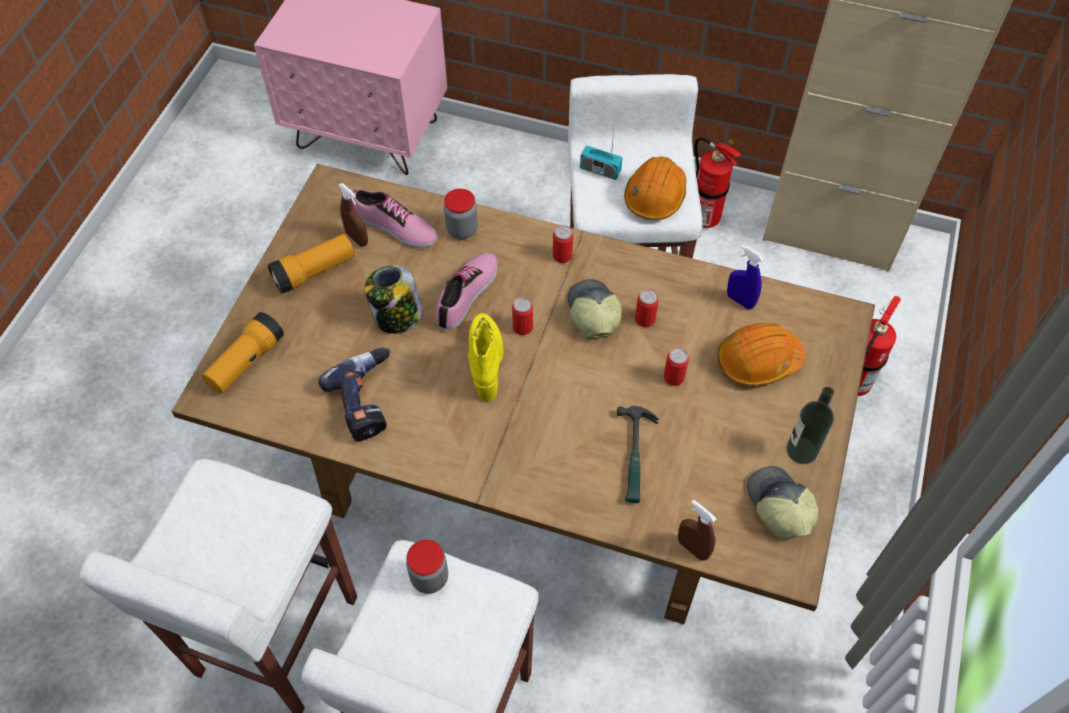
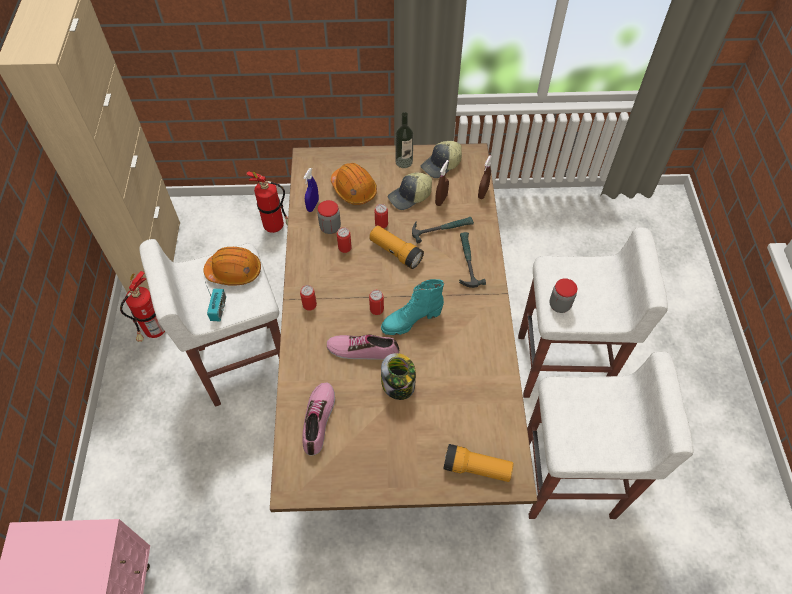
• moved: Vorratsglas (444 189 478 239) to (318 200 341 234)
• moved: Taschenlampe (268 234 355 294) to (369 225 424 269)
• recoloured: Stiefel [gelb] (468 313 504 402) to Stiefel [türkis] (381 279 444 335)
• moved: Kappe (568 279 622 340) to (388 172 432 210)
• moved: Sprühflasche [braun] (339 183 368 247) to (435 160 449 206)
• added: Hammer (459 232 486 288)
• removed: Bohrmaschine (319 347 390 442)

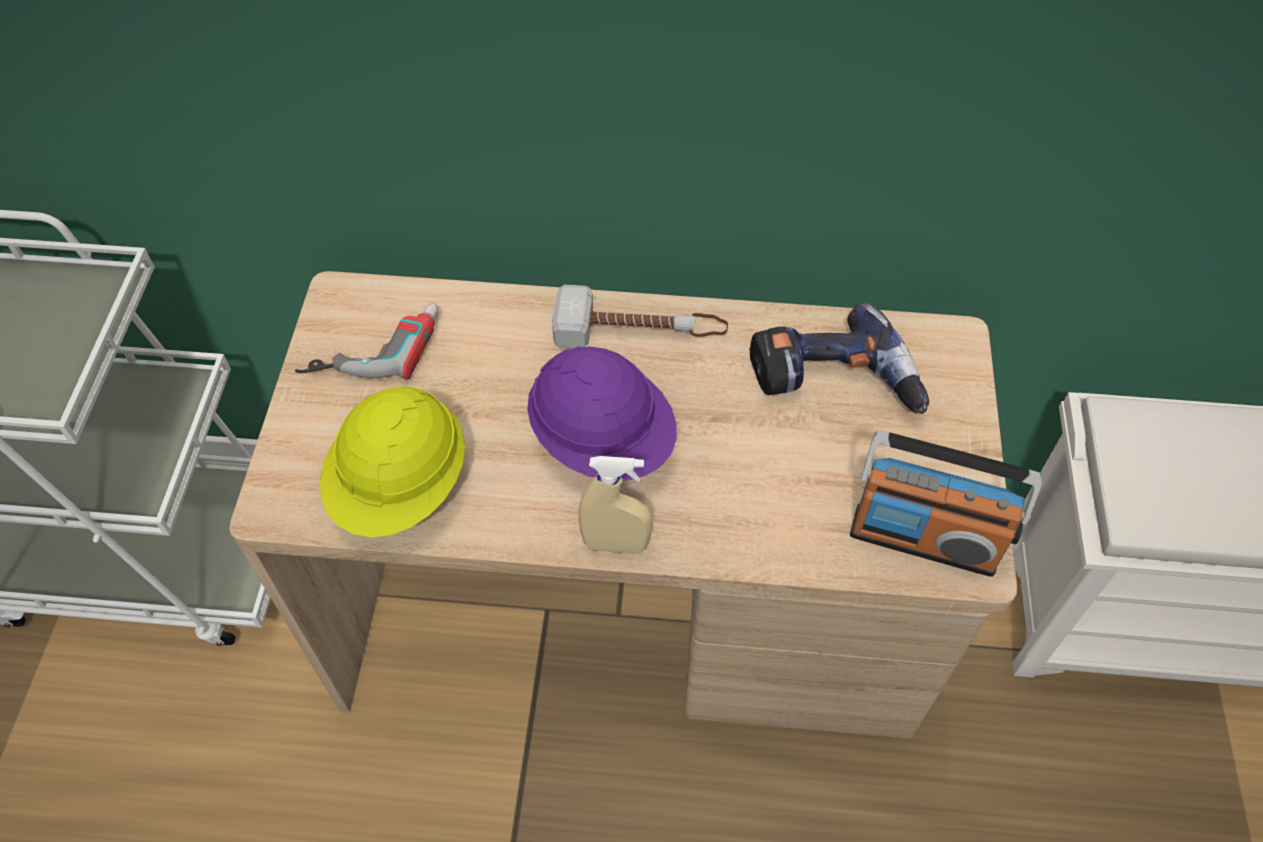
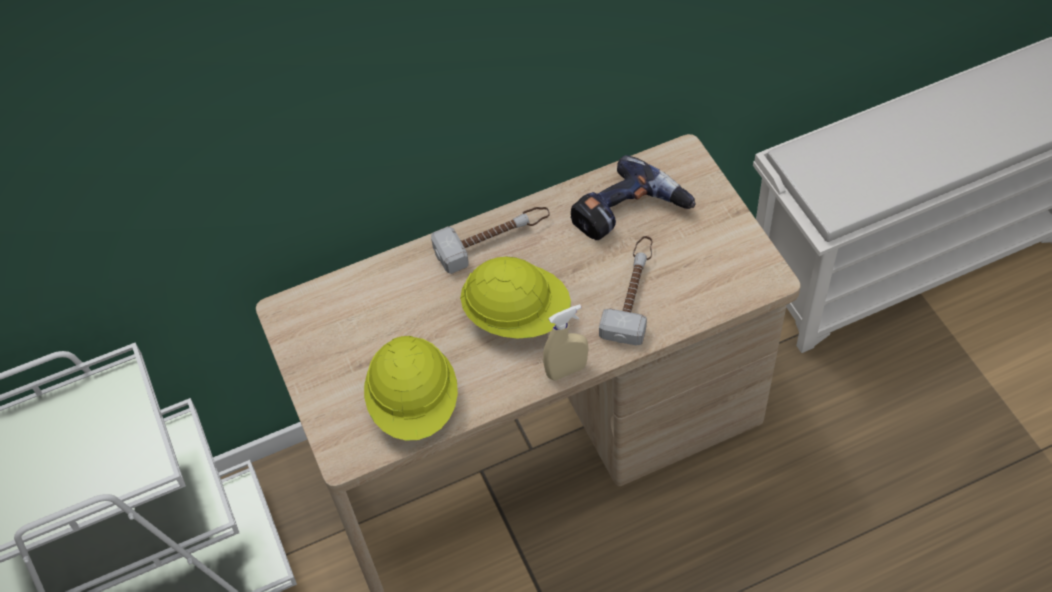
• recoloured: Schutzhelm [lila] (527 346 677 481) to Schutzhelm [gelb] (460 257 571 339)
• added: Hammer (599 236 653 346)
• removed: Bohrmaschine (295 303 438 380)
• removed: Radio (850 430 1042 577)

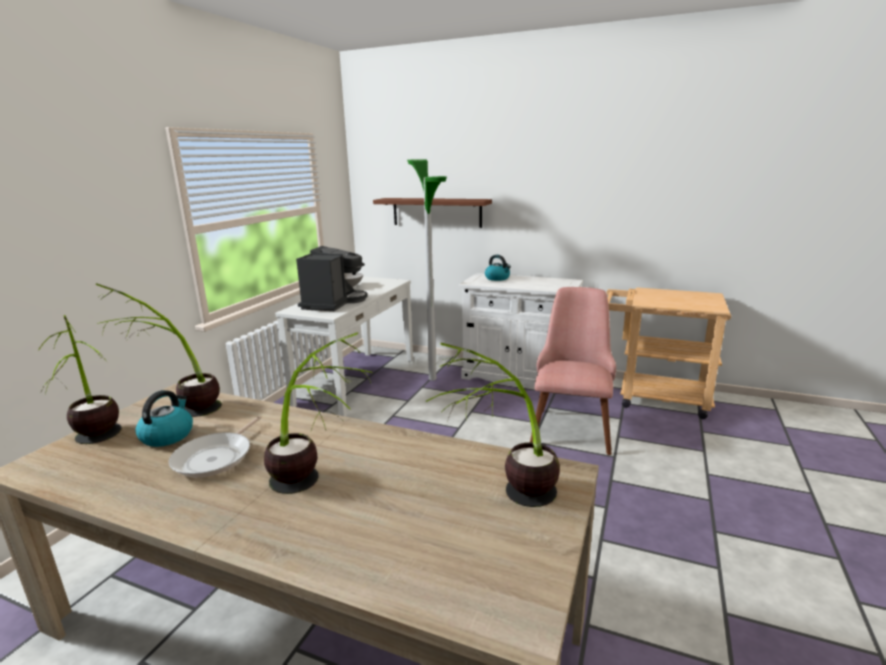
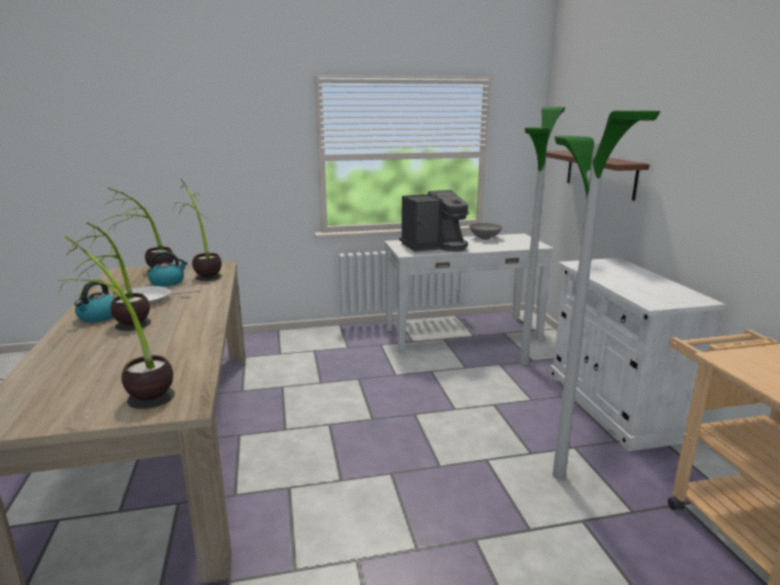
• moved: Wasserkessel (485 255 511 281) to (74 280 115 322)
• replaced: Stuhl [rosa] (530 287 616 455) to Stehlampe (552 110 660 480)

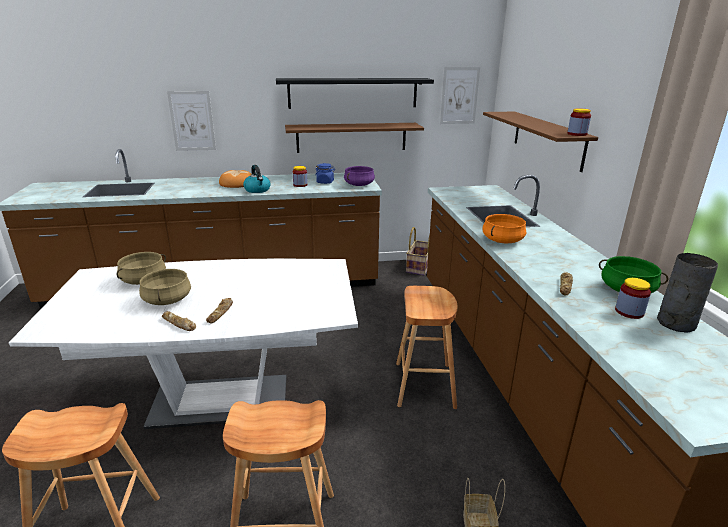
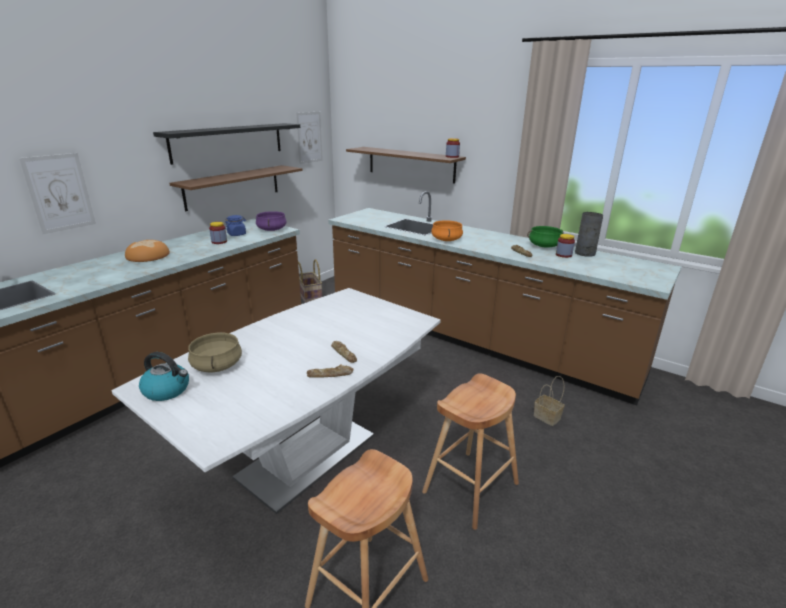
• moved: Wasserkessel (243 165 271 193) to (139 352 189 401)
• removed: Kochtopf [beige] (139 269 191 305)
• removed: Hocker [braun] (396 286 457 409)

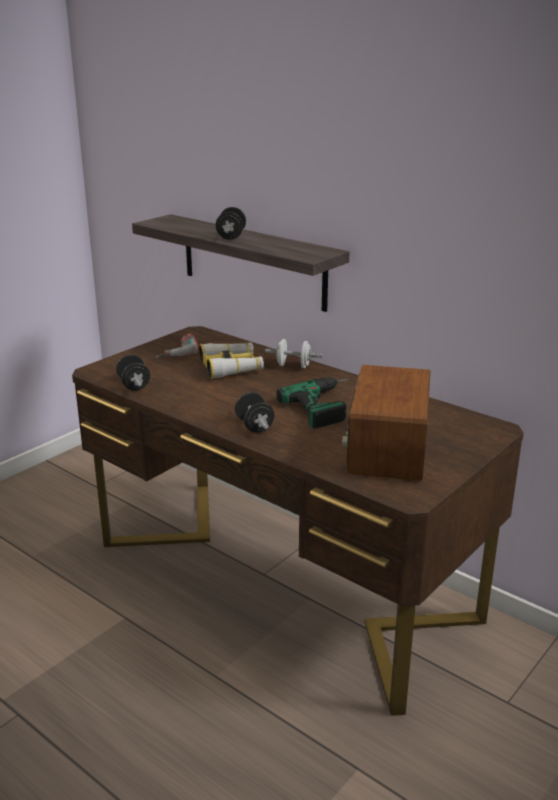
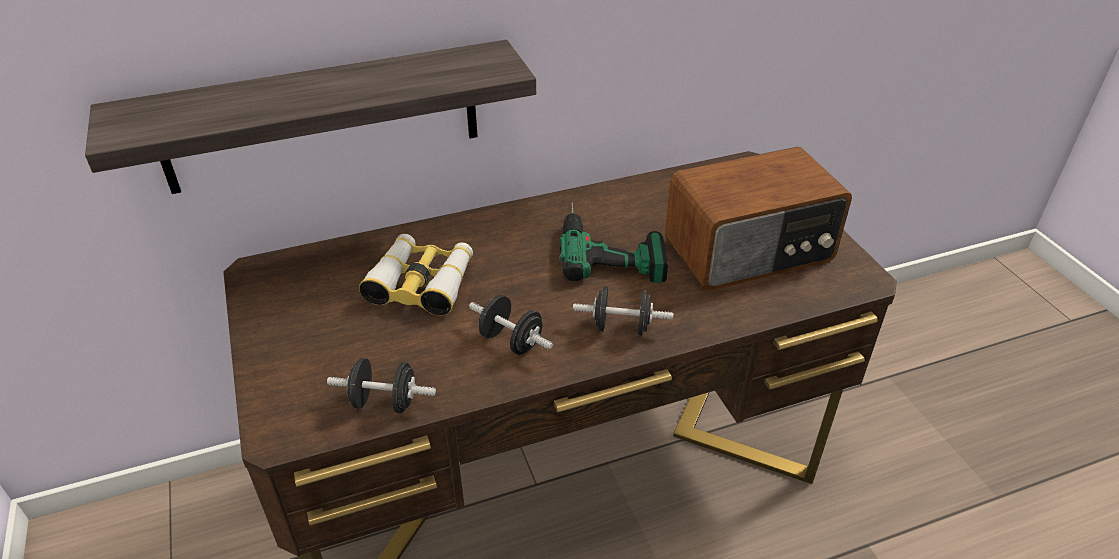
• moved: Hantel [schwarz] (216 207 246 240) to (469 295 553 355)
• turned: Radio (342 365 431 481) = (665 147 852 291) 60 degrees counterclockwise
• removed: Bohrmaschine (152 334 199 359)
• removed: Hantel [weiß] (265 339 323 368)

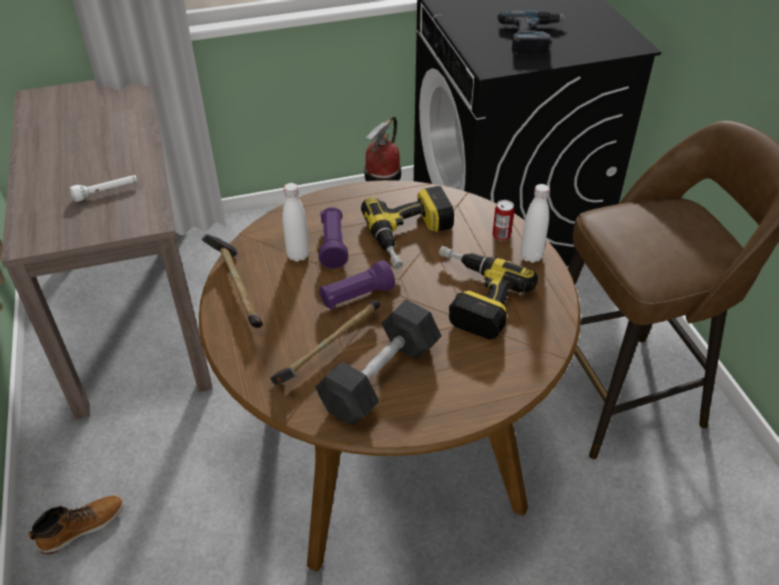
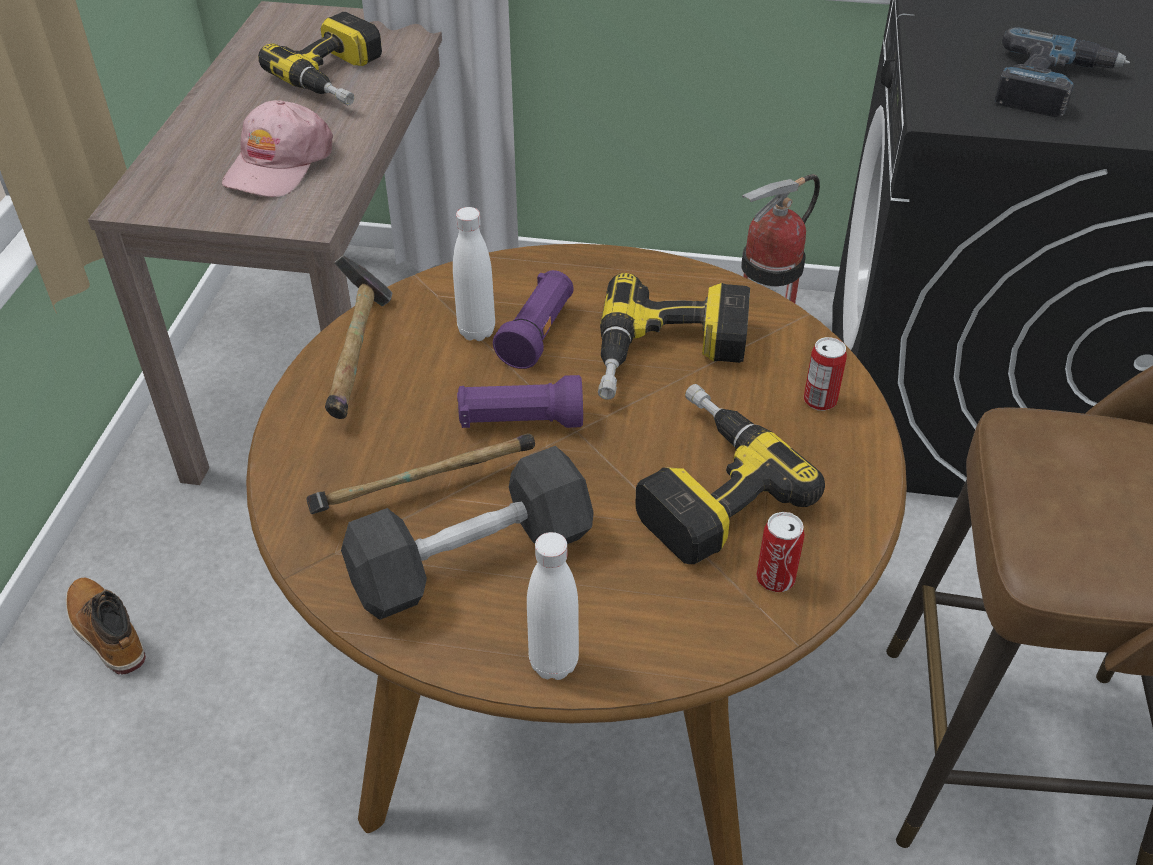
• turned: Stiefel (28 495 124 555) = (66 577 146 674) 120 degrees counterclockwise
• replaced: Taschenlampe [weiß] (70 175 137 202) to Kappe [rosa] (222 100 333 197)
• added: Bohrmaschine (258 12 382 105)
• moved: Flasche [weiß] (521 184 549 263) to (527 532 579 680)
• added: Dose (756 512 805 592)

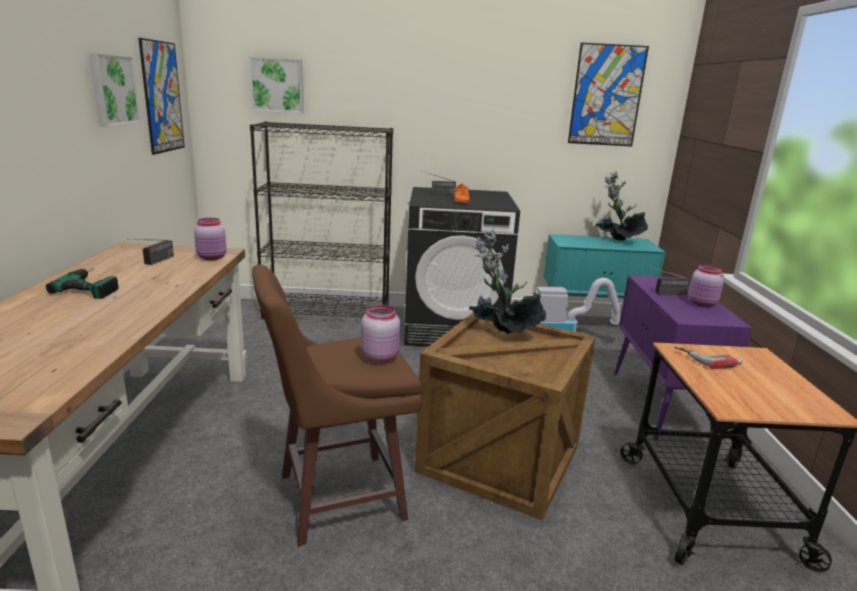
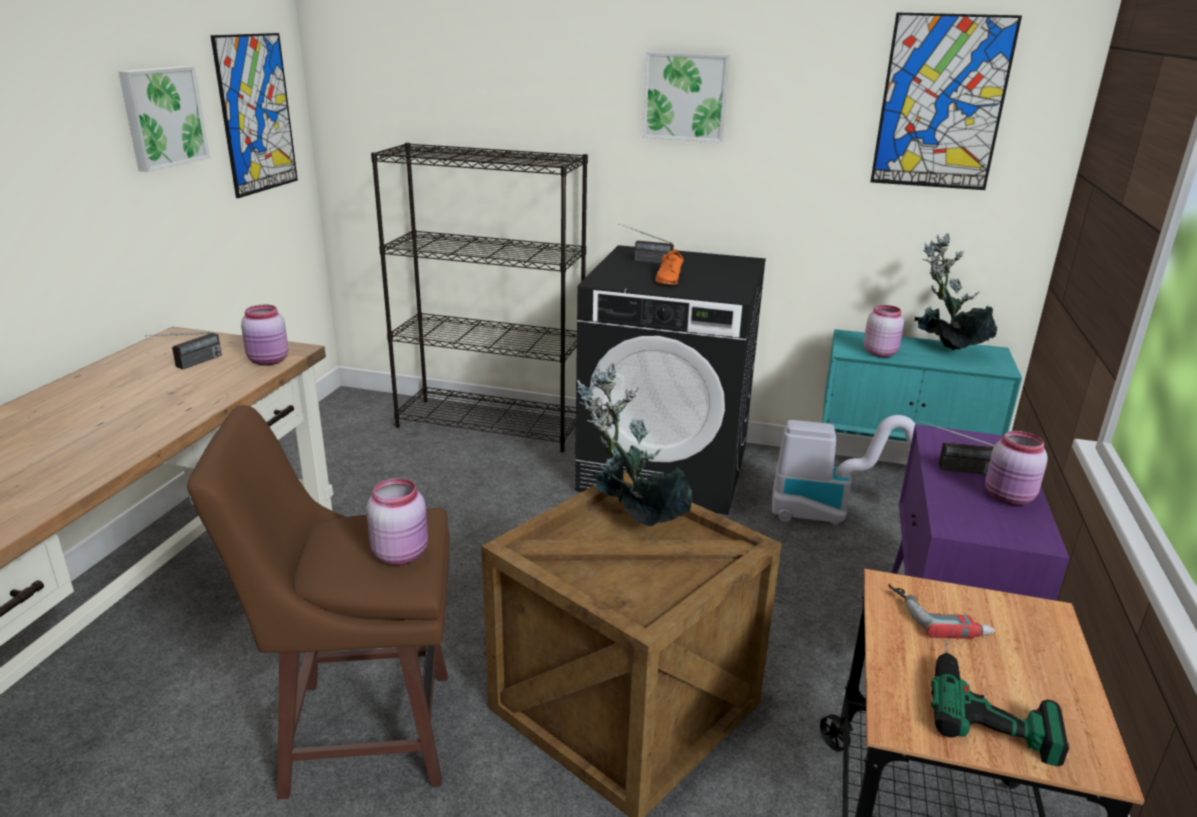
• moved: Bild (249 57 304 114) to (643 52 730 142)
• added: Vorratsglas [rosa] (864 305 904 357)
• moved: Bohrmaschine (46 268 119 299) to (931 640 1069 766)

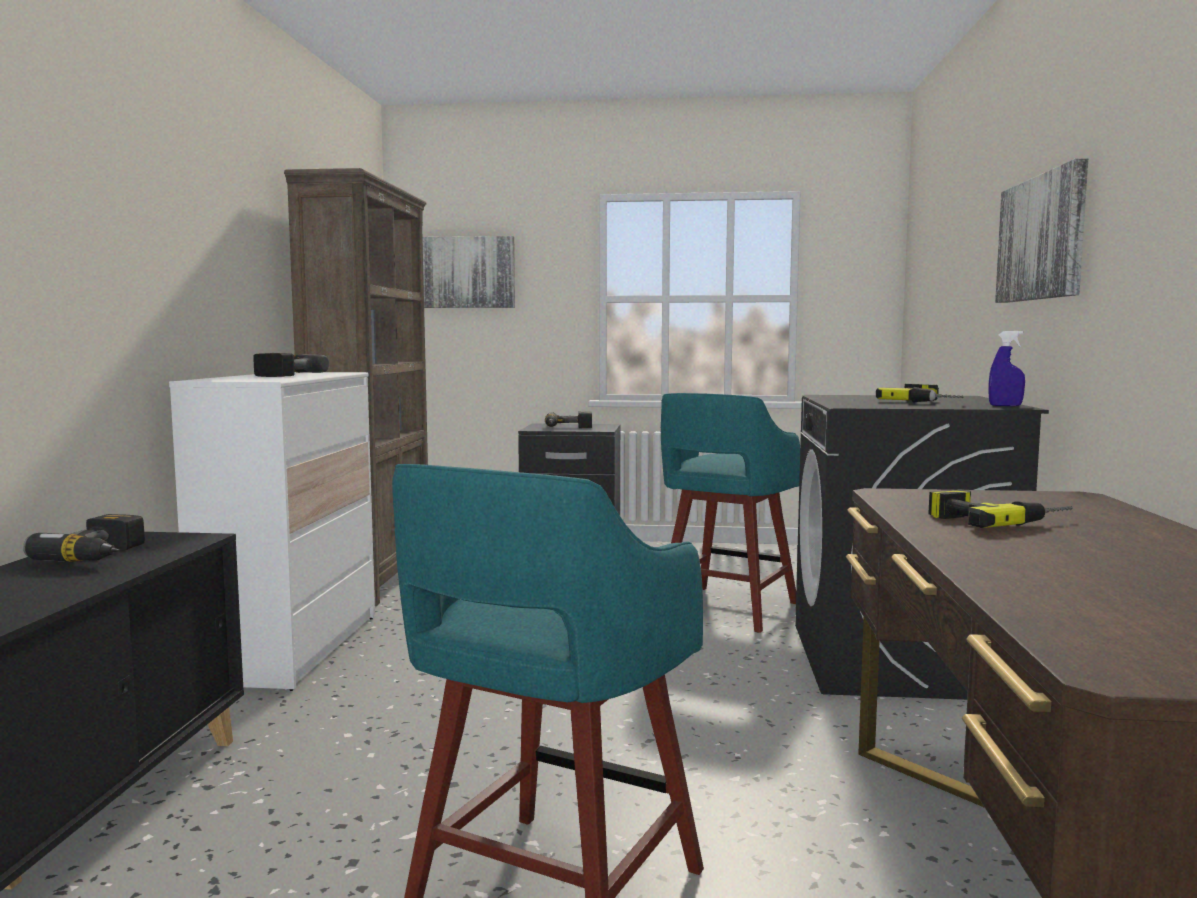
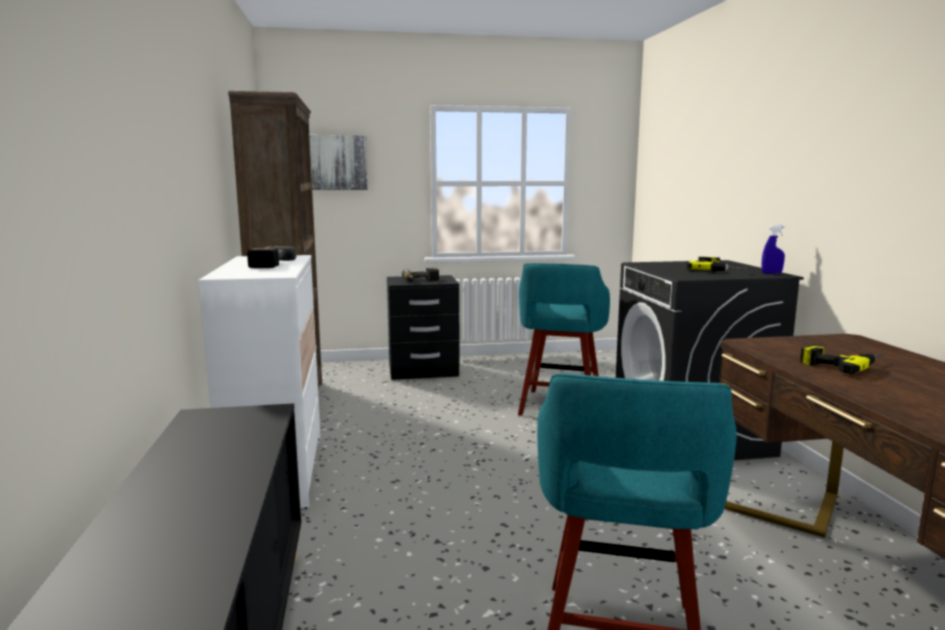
• removed: Bohrmaschine (23 514 145 562)
• removed: Bild (995 158 1088 303)

